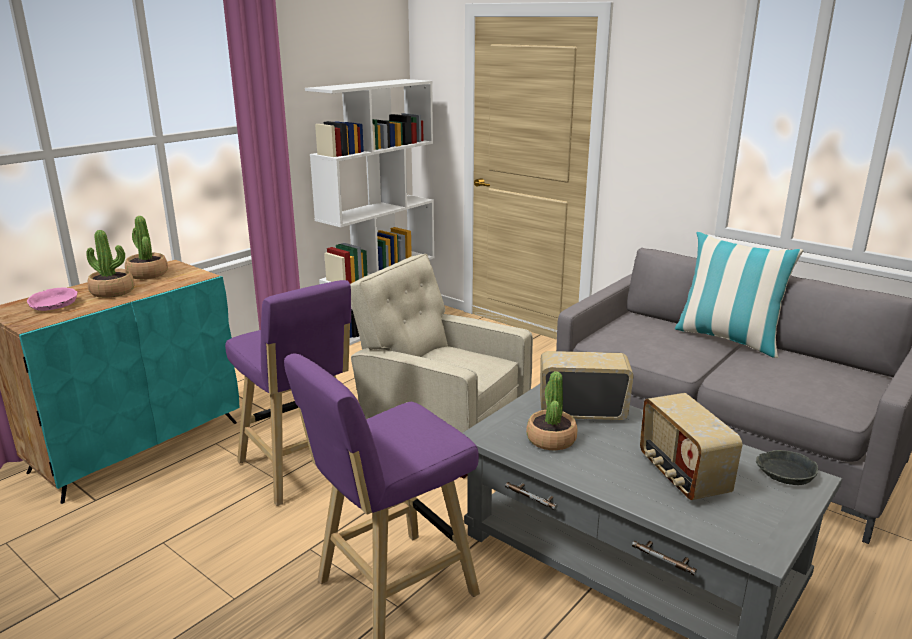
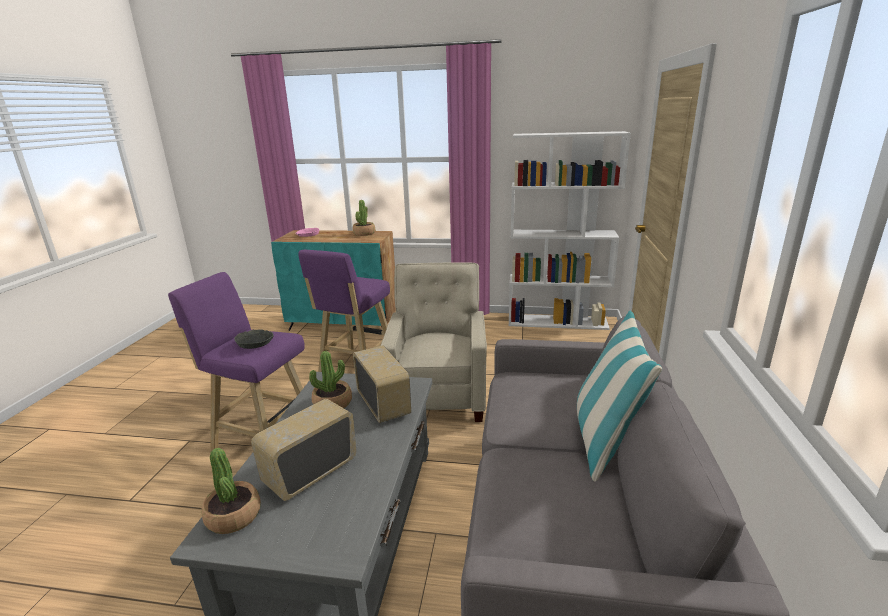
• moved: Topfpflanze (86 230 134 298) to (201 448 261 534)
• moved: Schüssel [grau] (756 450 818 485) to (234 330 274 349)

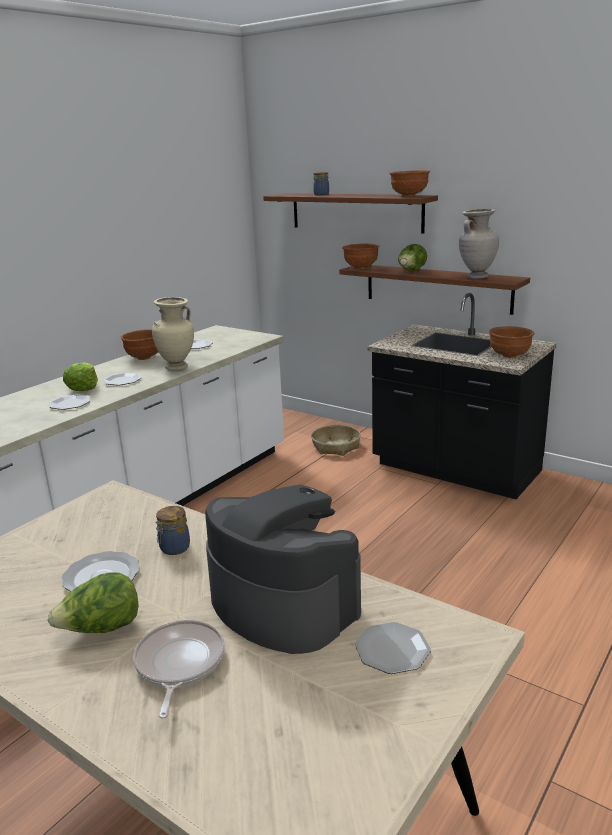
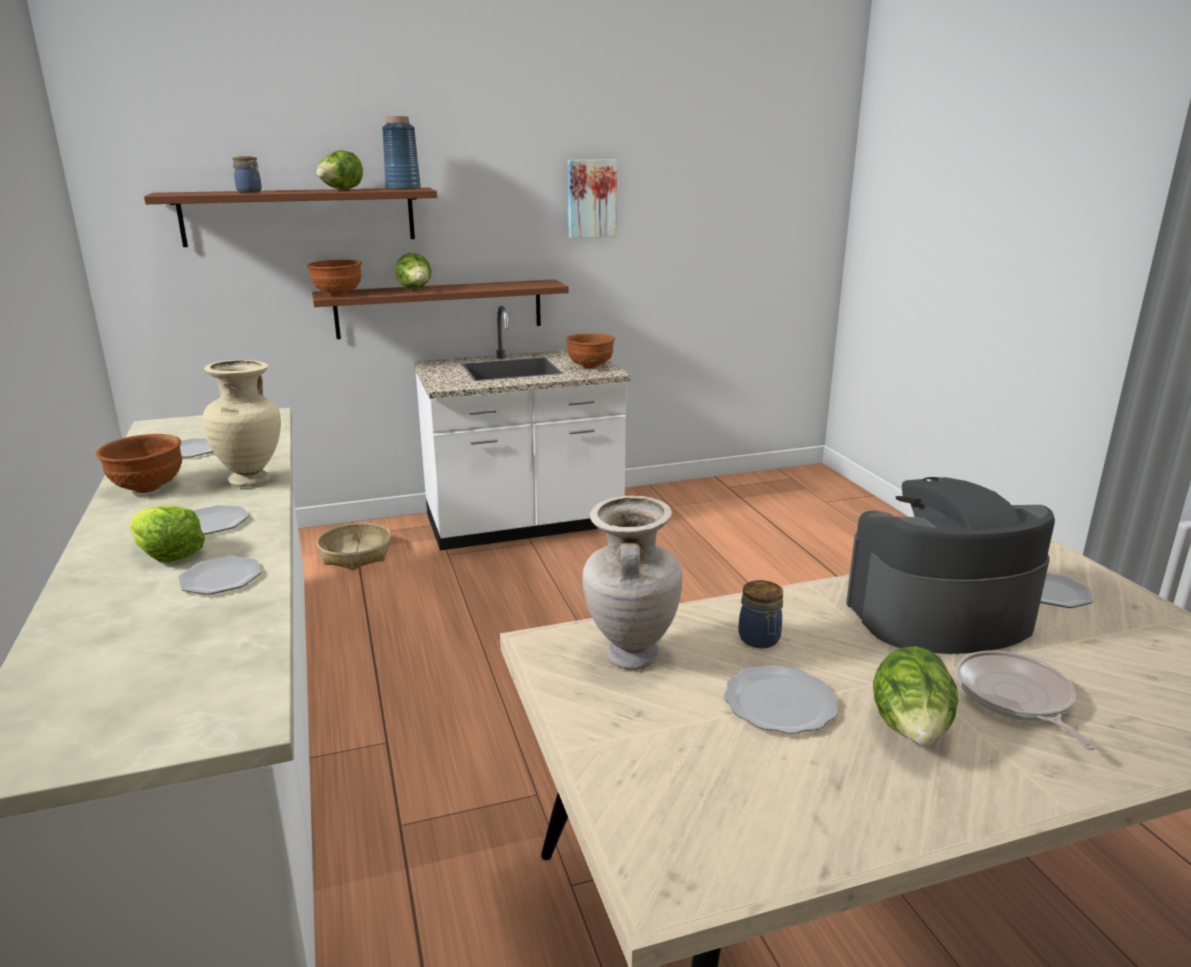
• added: Salatkopf (316 150 363 190)
• replaced: Schüssel [braun] (389 170 430 197) to Vase [blau] (382 116 421 190)
• recoloured: Küchenzeile [schwarz] (368 293 557 499) to Küchenzeile [weiß] (413 306 631 551)
• added: Bild (568 159 617 238)
• moved: Vase [beige] (459 209 499 279) to (582 496 682 670)
• turned: Pfanne (133 620 225 719) = (956 650 1096 750) 45 degrees clockwise

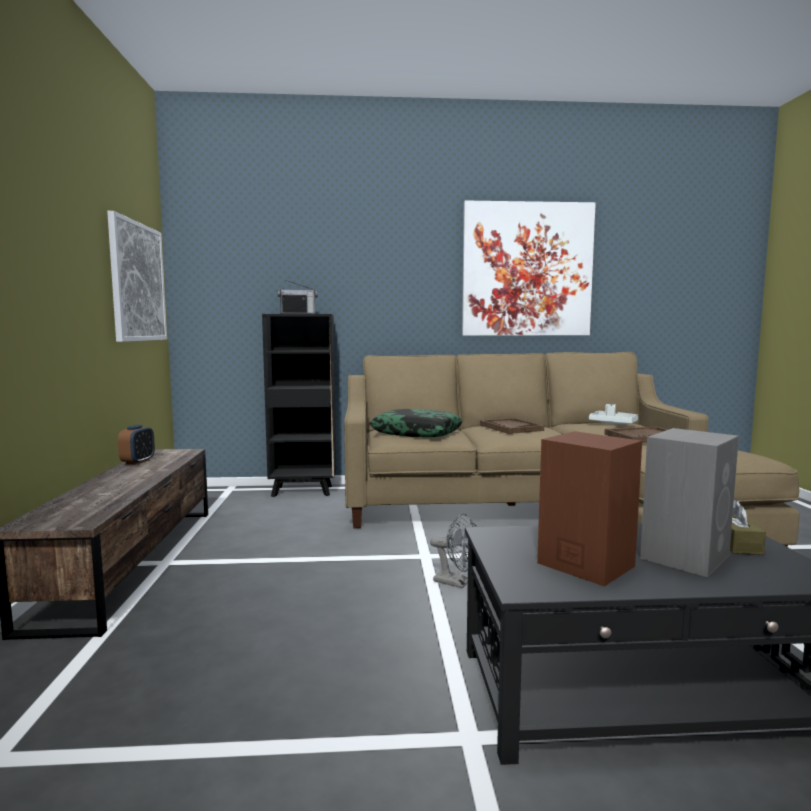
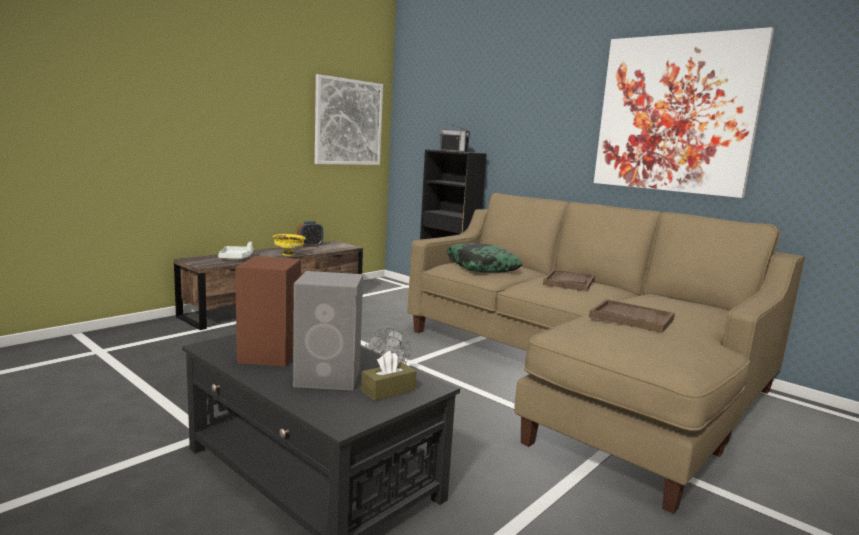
• moved: Tablett [weiß] (589 404 638 424) to (218 242 253 259)
• added: Schüssel [gelb] (273 234 305 256)

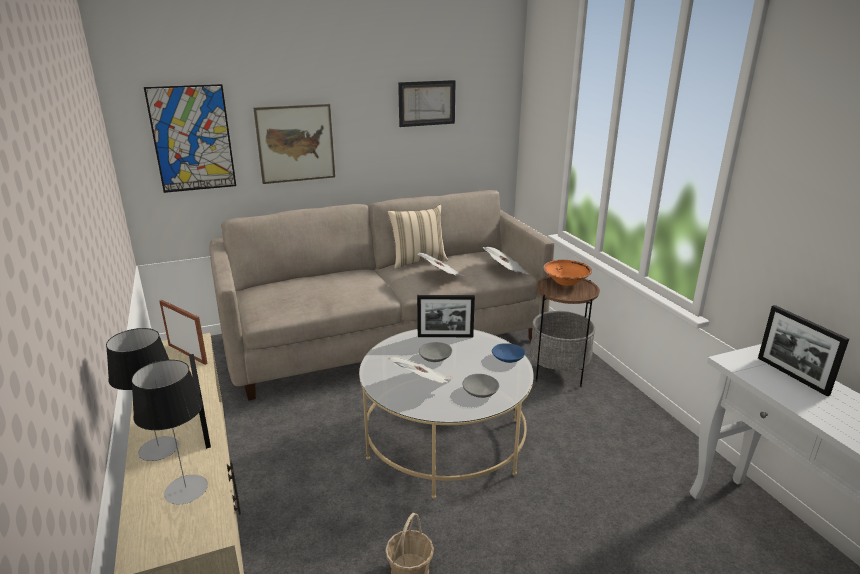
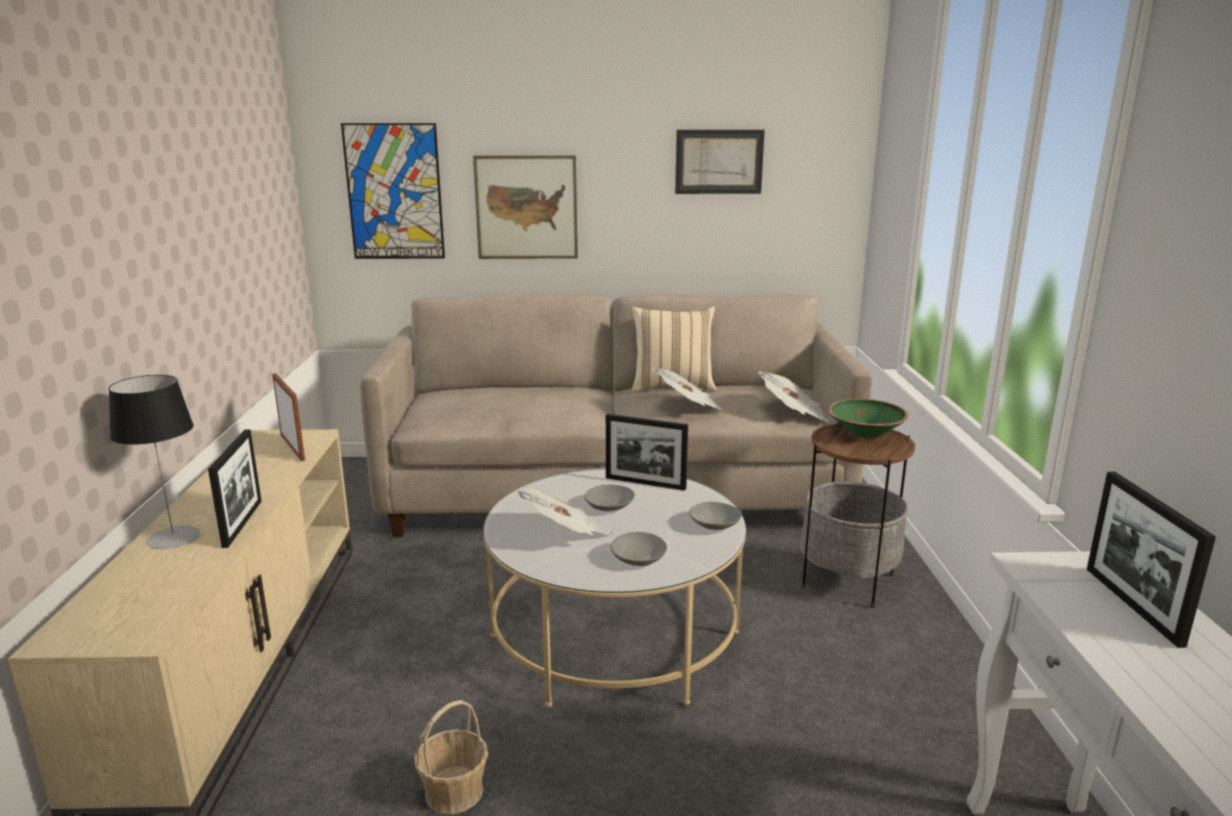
• recoloured: Schüssel [blau] (492 343 526 363) to Schüssel [grau] (689 502 742 530)
• recoloured: Schüssel [orange] (543 260 592 286) to Schüssel [grün] (828 399 908 439)
• removed: Tischlampe (131 360 208 505)

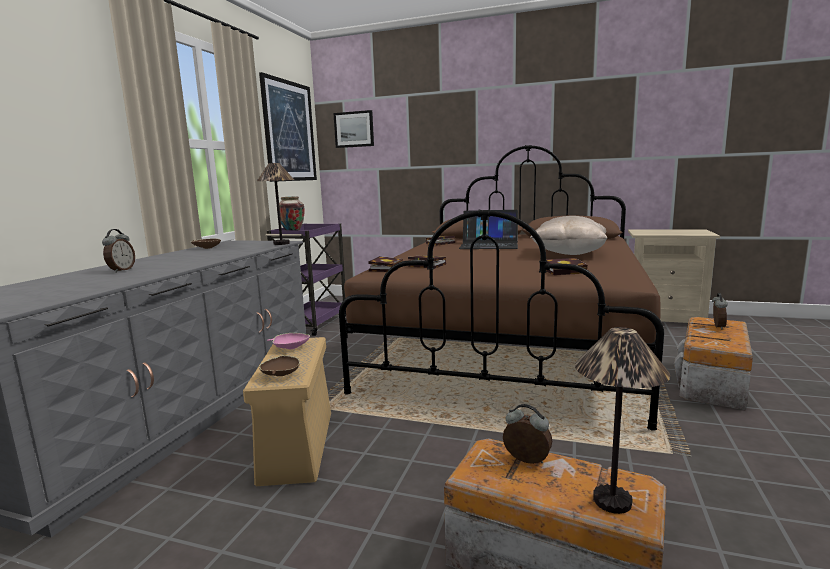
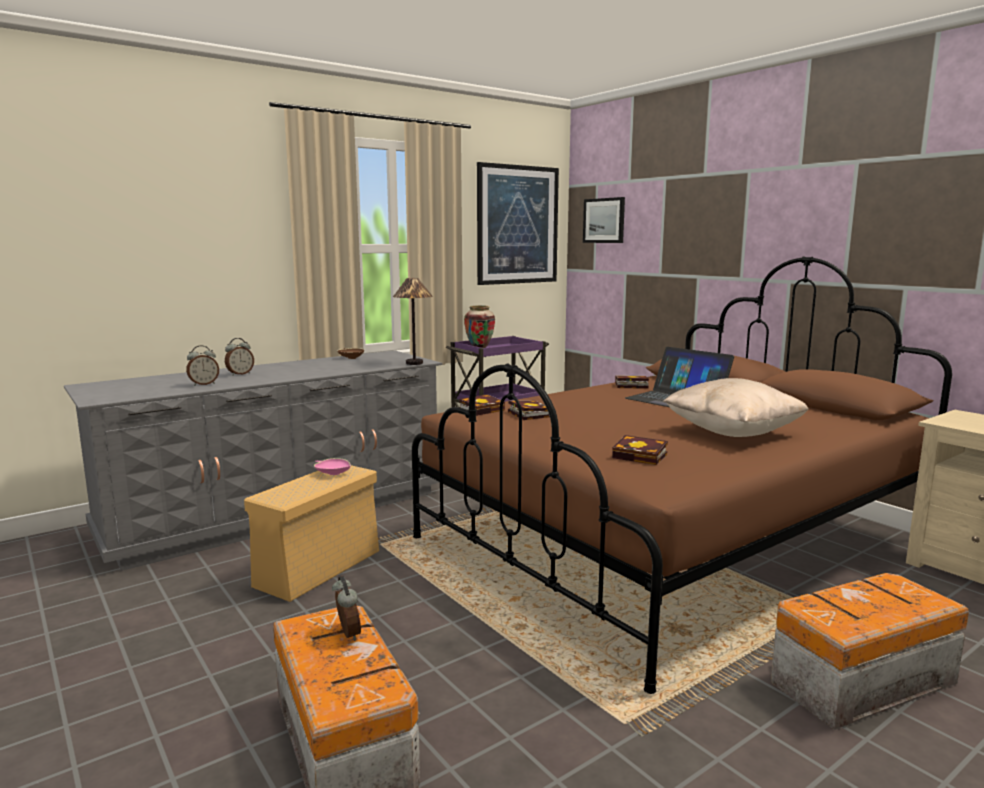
• moved: Wecker (712 293 728 330) to (186 345 219 386)
• removed: Schüssel [braun] (259 355 300 376)
• removed: Tischlampe (575 327 670 514)

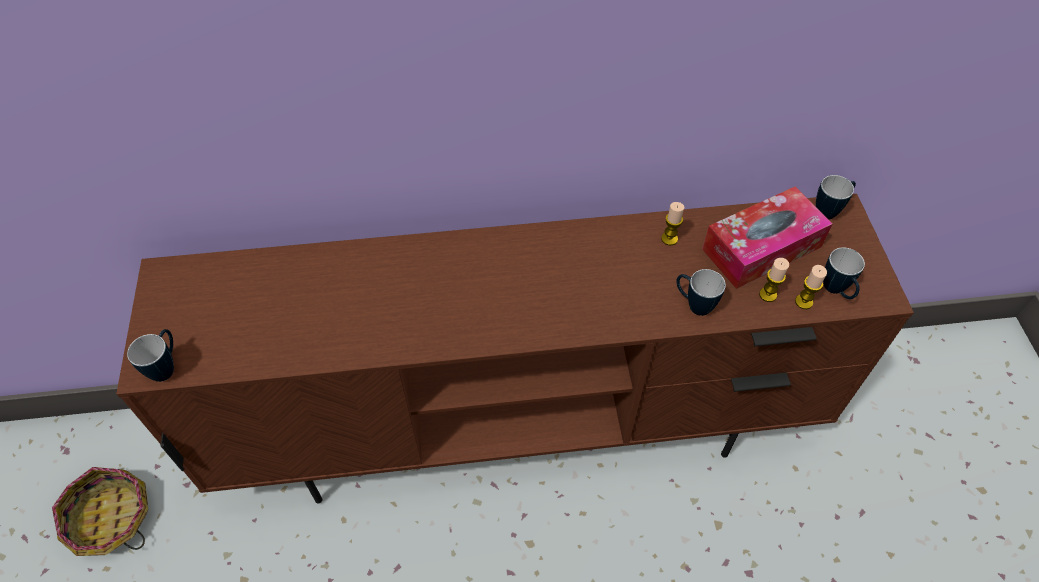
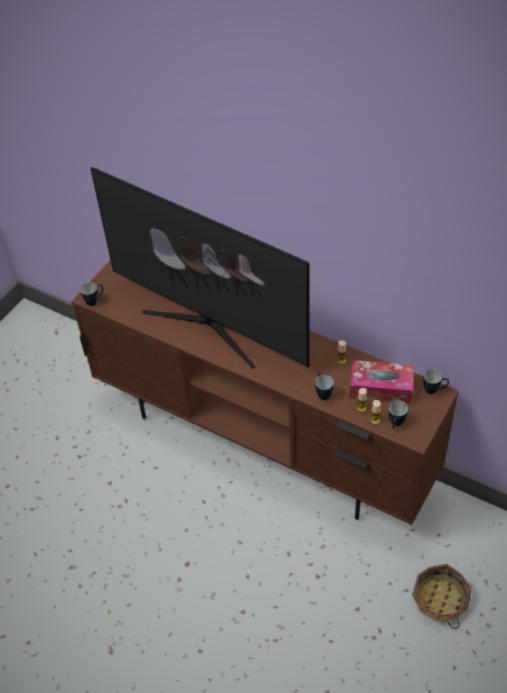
• added: Fernseher (91 167 310 369)
• moved: Korb (52 467 148 556) to (412 564 471 629)

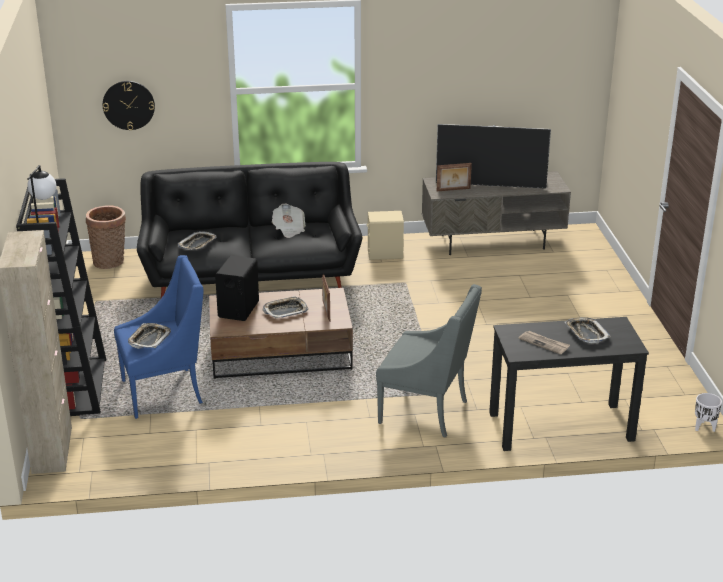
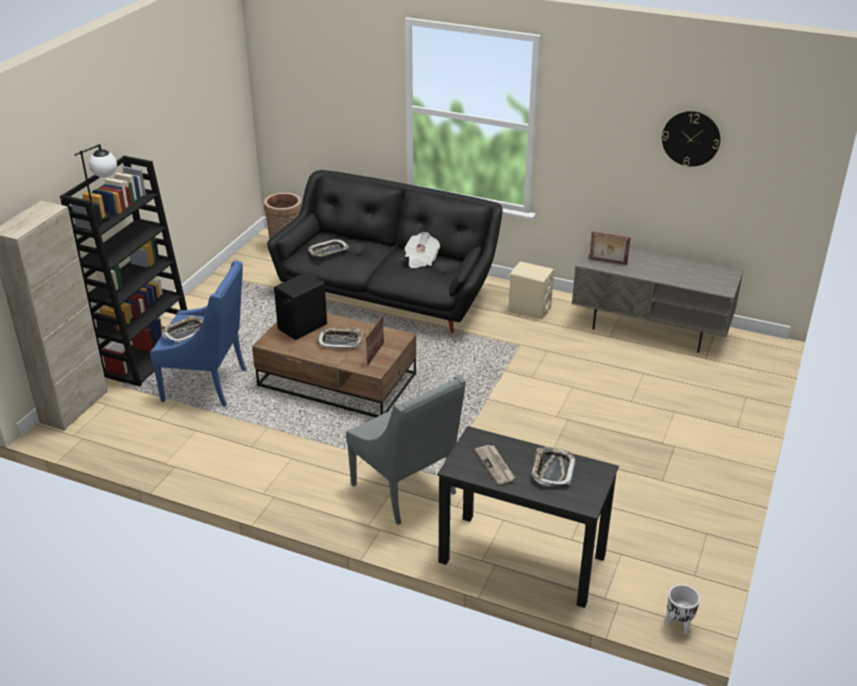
• moved: Wanduhr (103 81 155 130) to (662 111 720 167)
• removed: Fernseher (436 124 551 189)

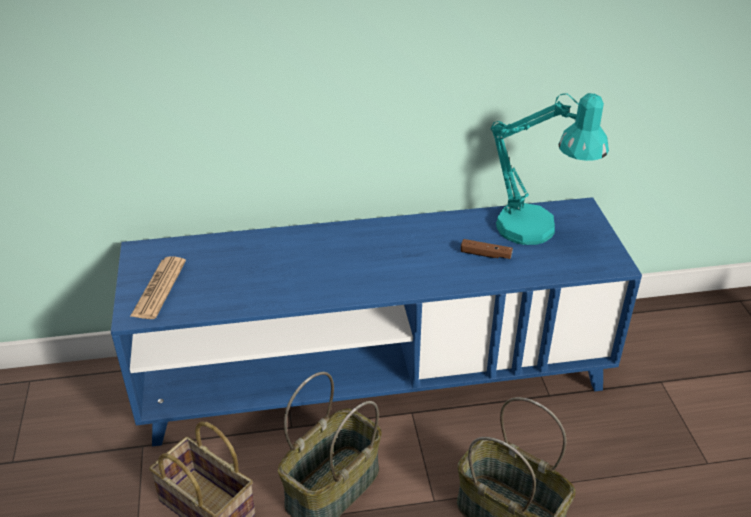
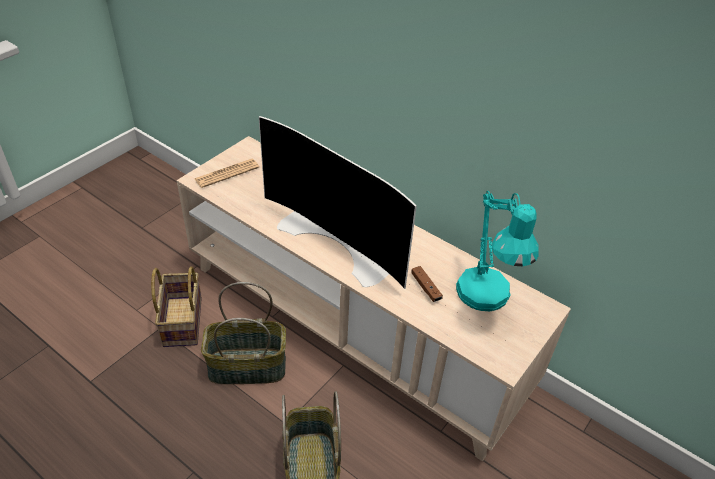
• recoloured: Fernsehschrank [blau] (111 197 642 446) to Fernsehschrank [beige] (176 136 571 462)
• added: Fernseher (259 116 417 289)

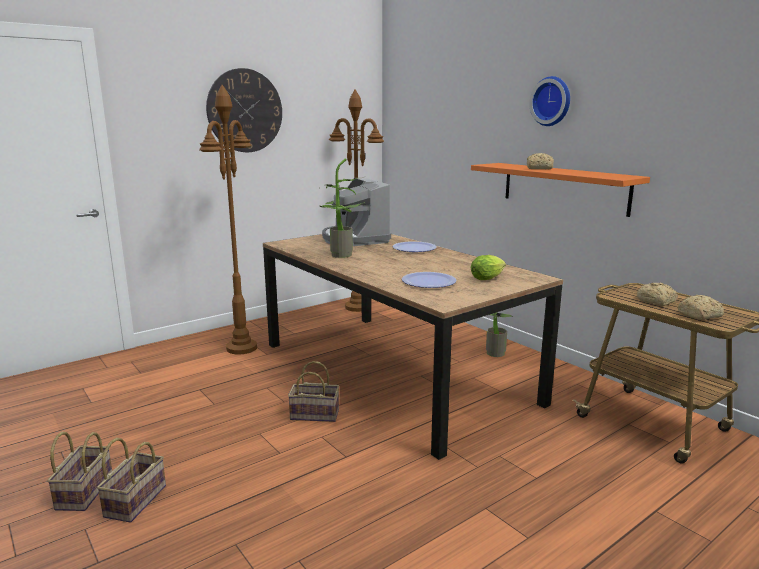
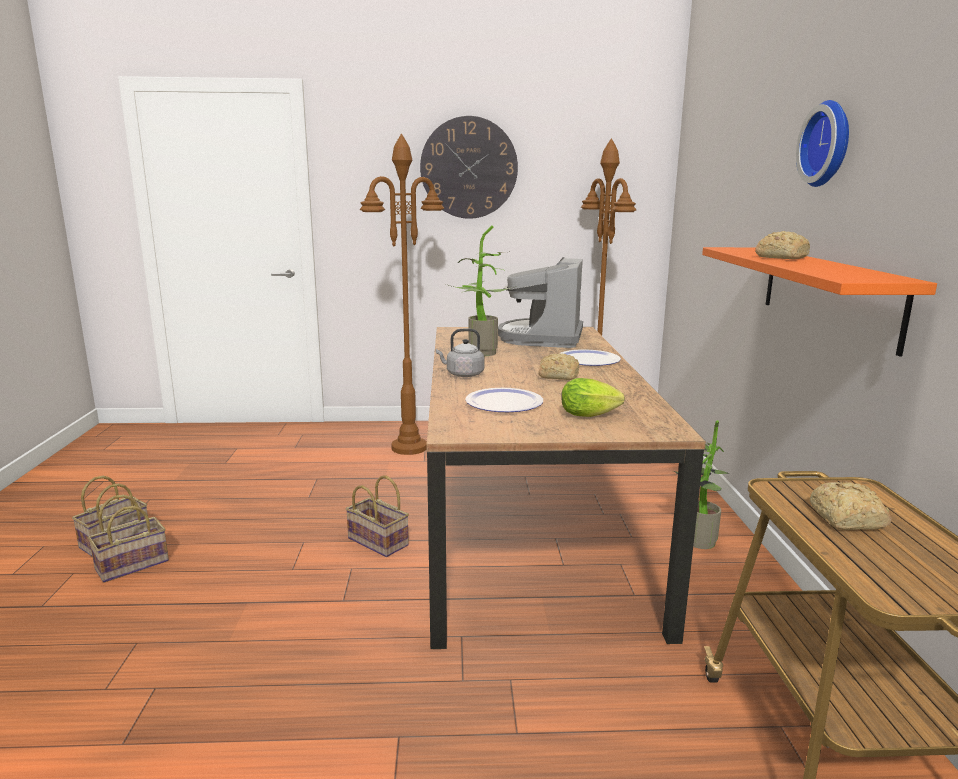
• added: Wasserkessel [grau] (436 328 484 377)
• moved: Brot (677 295 724 320) to (539 353 579 380)

